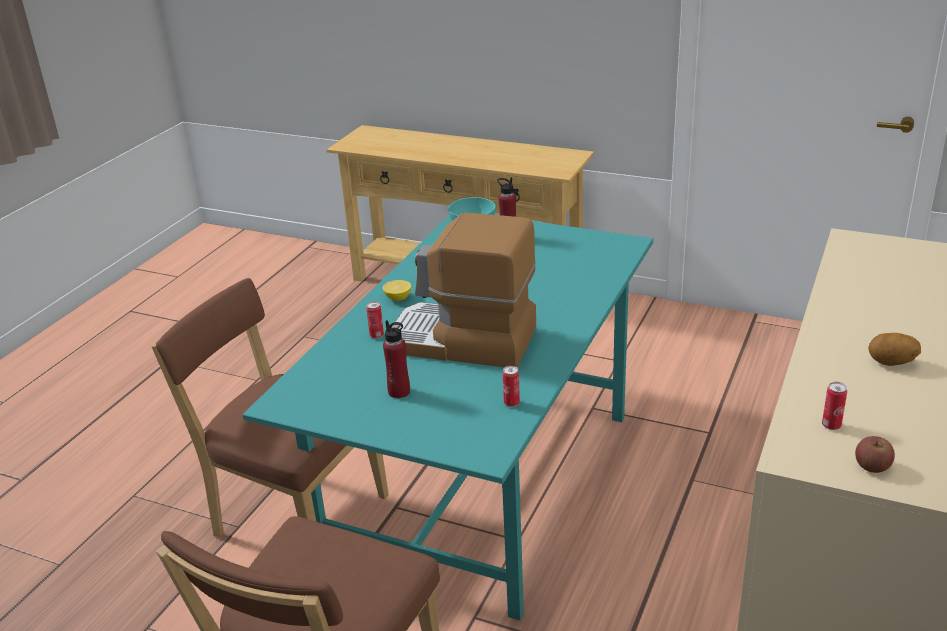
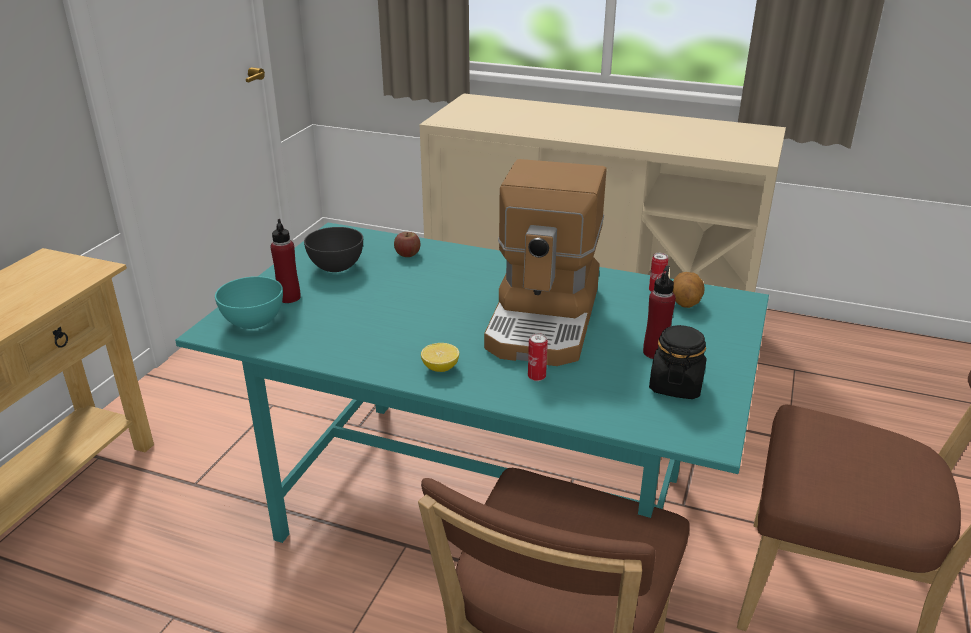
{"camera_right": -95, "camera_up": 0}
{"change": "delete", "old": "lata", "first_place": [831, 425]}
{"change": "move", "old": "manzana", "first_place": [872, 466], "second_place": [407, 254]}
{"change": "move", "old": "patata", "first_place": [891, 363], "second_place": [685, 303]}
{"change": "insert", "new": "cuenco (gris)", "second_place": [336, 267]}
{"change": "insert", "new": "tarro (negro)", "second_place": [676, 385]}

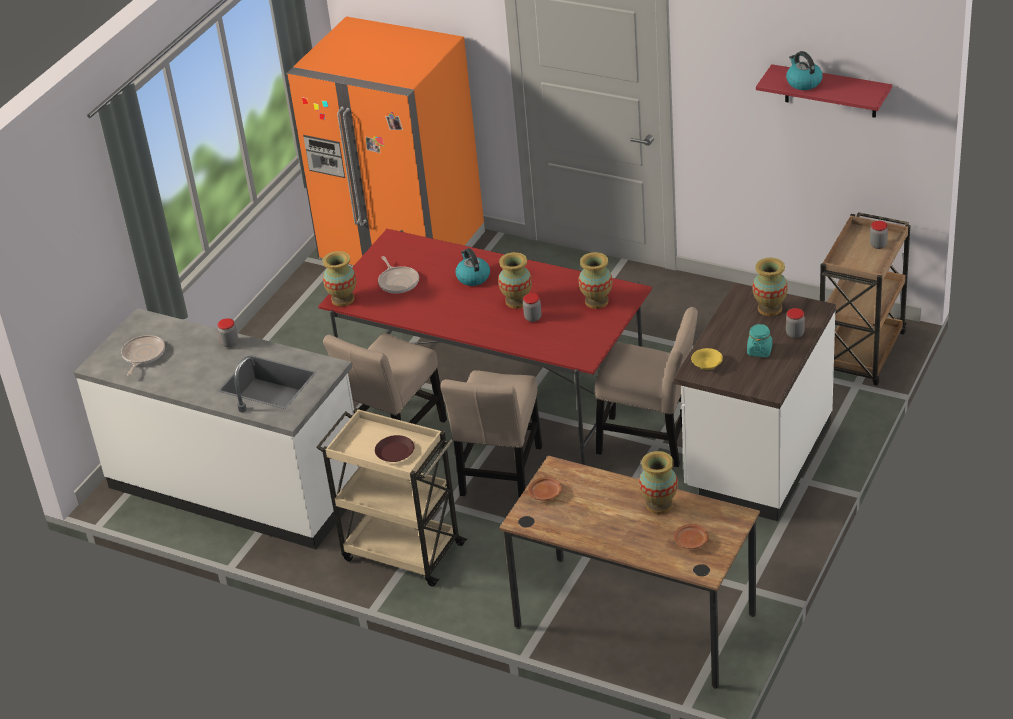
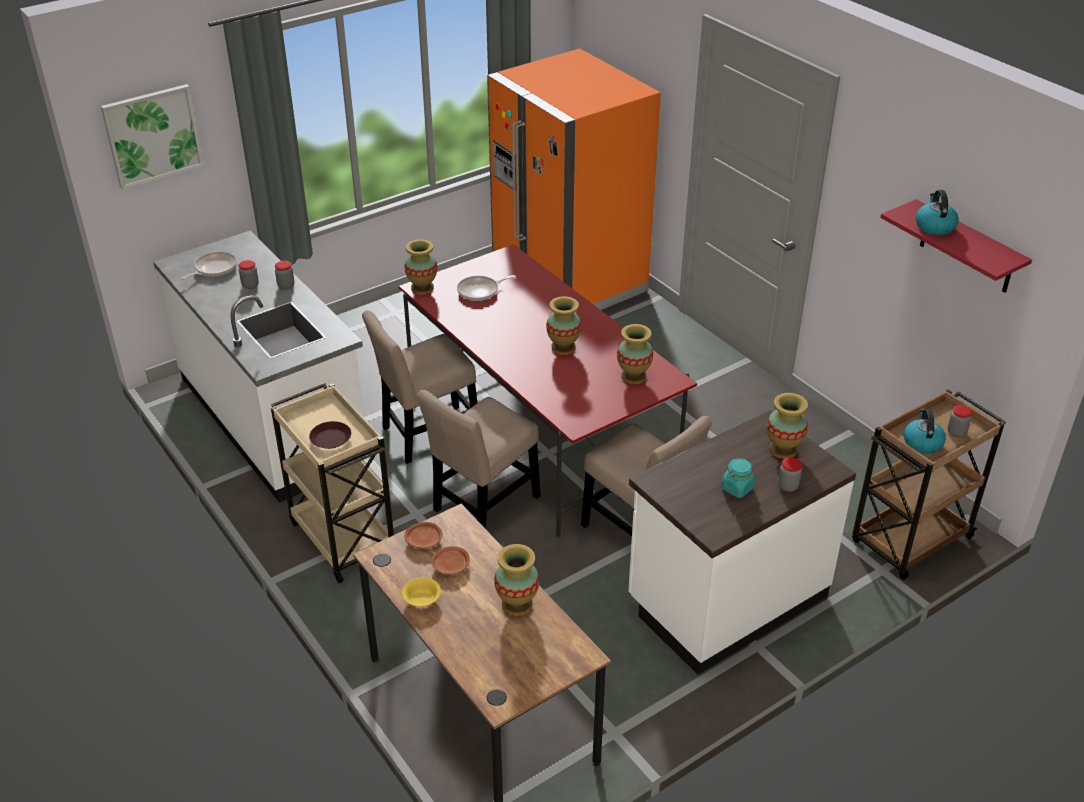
{"camera_right": 25, "camera_up": 0}
{"change": "rotate", "old": "sartén", "first_place": [398, 282], "second_place": [480, 291], "degrees": 60}
{"change": "move", "old": "hervidor", "first_place": [473, 277], "second_place": [922, 442]}
{"change": "move", "old": "tarro", "first_place": [533, 318], "second_place": [250, 285]}
{"change": "move", "old": "plato (marrón)", "first_place": [691, 542], "second_place": [450, 566]}
{"change": "move", "old": "cuenco (amarillo)", "first_place": [707, 364], "second_place": [422, 598]}
{"change": "insert", "new": "cuadro", "second_place": [153, 135]}

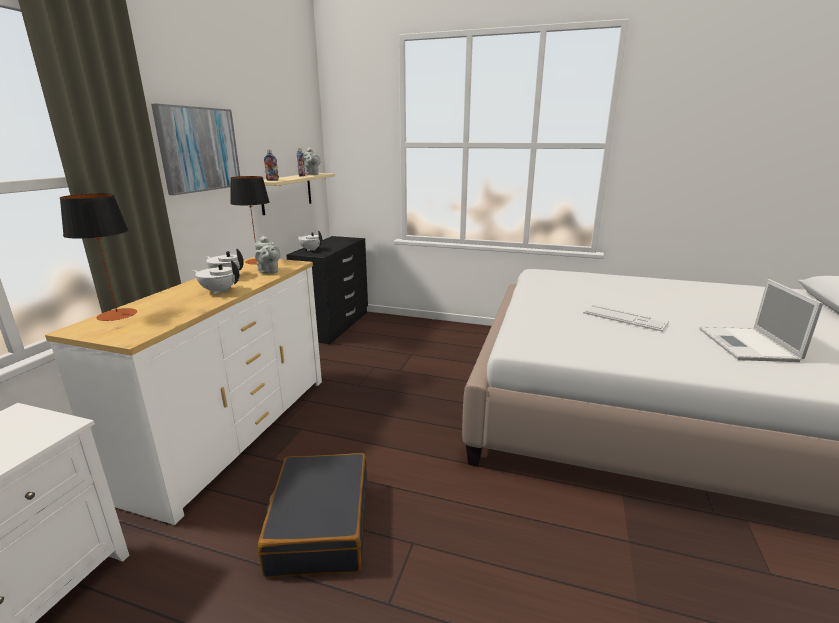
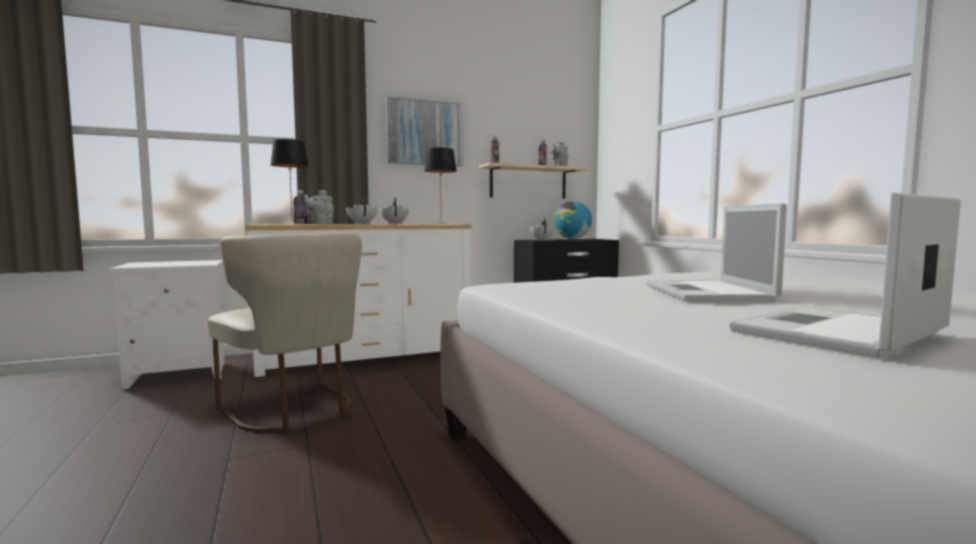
{"camera_right": 50, "camera_up": -15}
{"change": "move", "old": "tetera (gris)", "first_place": [268, 272], "second_place": [320, 224]}
{"change": "replace", "old": "maleta (negro)", "new": "silla (beis)", "first_place": [320, 525], "second_place": [295, 410]}
{"change": "replace", "old": "teclado", "new": "portátil", "first_place": [624, 318], "second_place": [709, 293]}
{"change": "insert", "new": "botella", "second_place": [301, 224]}
{"change": "insert", "new": "globo terráqueo", "second_place": [572, 239]}

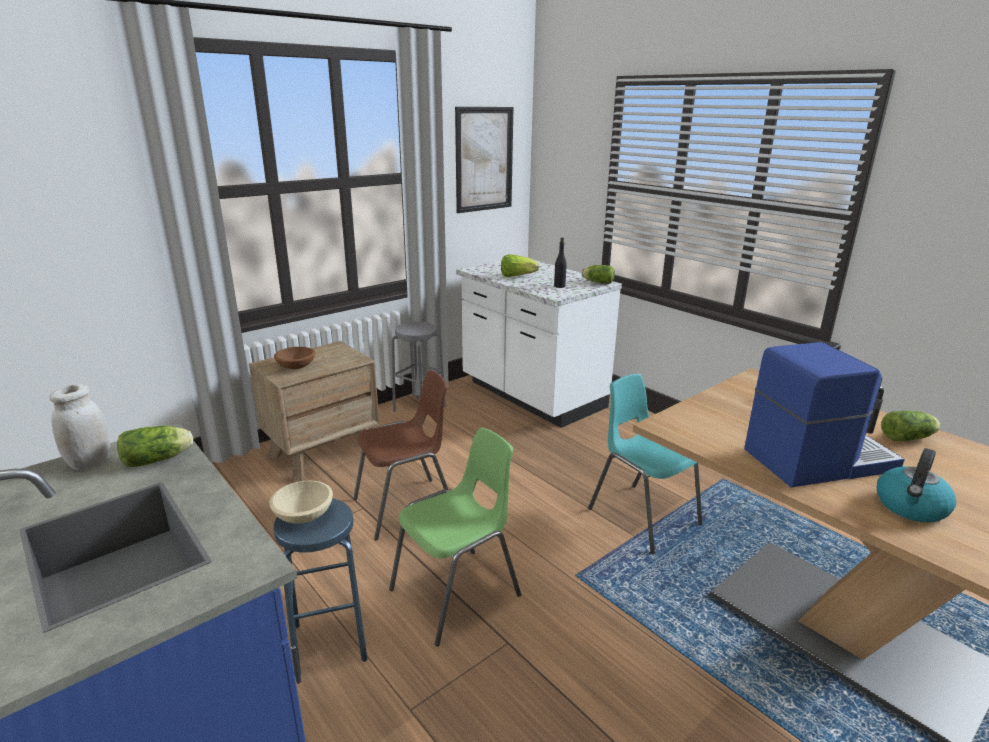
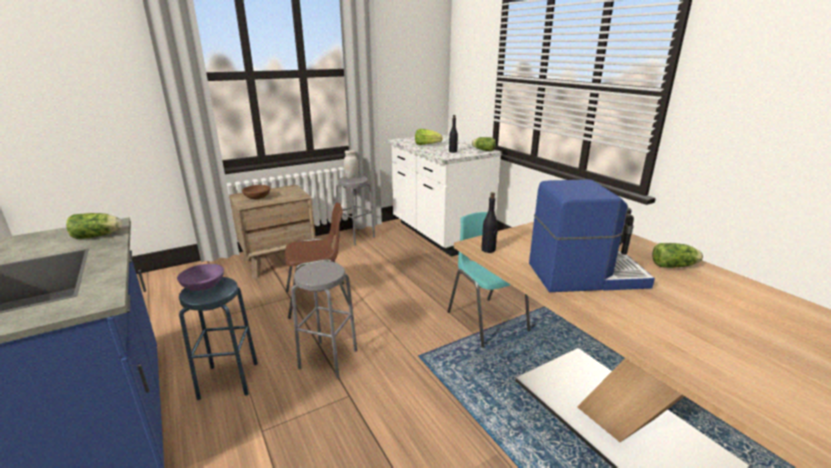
{"camera_right": 10, "camera_up": 0}
{"change": "move", "old": "tarro (blanco)", "first_place": [90, 462], "second_place": [351, 177]}
{"change": "recolor", "old": "cuenco (beis)", "new": "cuenco (morado)", "first_place": [304, 514], "second_place": [204, 286]}
{"change": "replace", "old": "silla (verde)", "new": "taburete (gris)", "first_place": [457, 593], "second_place": [328, 359]}
{"change": "delete", "old": "cuadro", "first_place": [484, 159]}
{"change": "delete", "old": "hervidor", "first_place": [911, 507]}
{"change": "insert", "new": "botella (negro)", "second_place": [488, 250]}

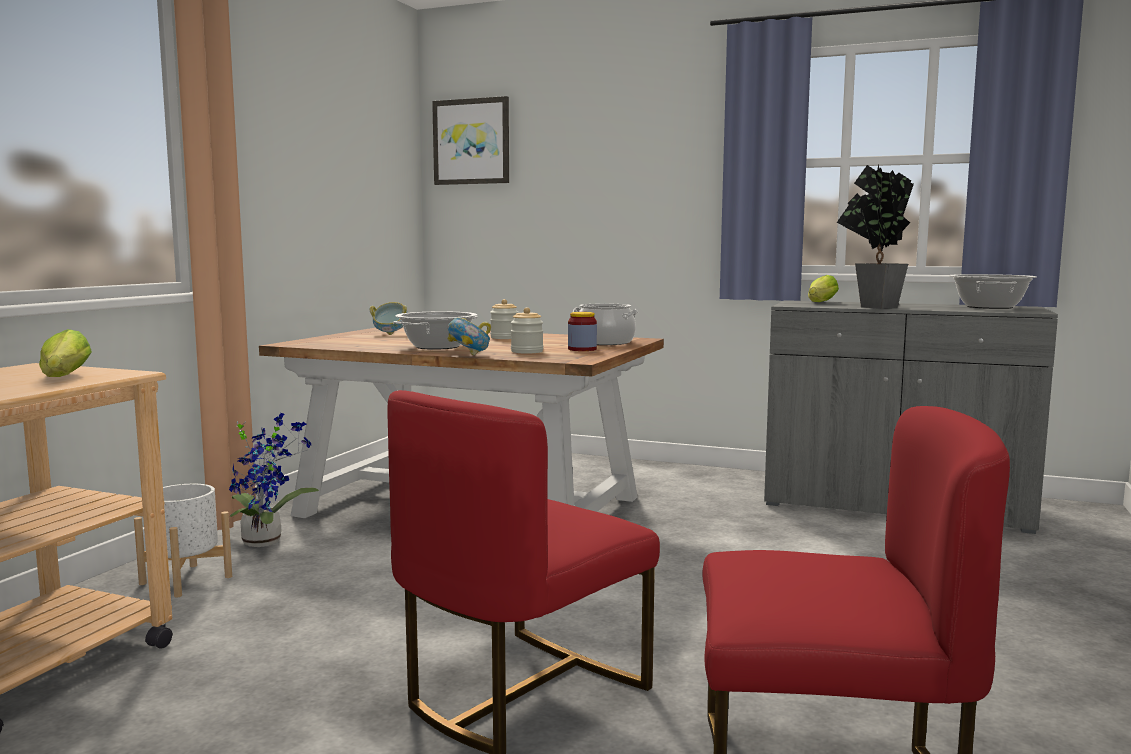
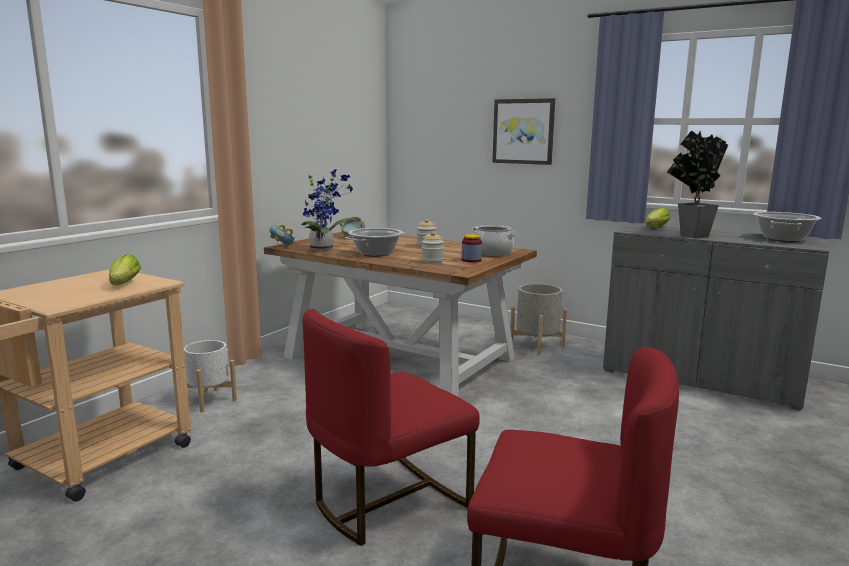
{"camera_right": 10, "camera_up": 5}
{"change": "move", "old": "planta en maceta", "first_place": [266, 540], "second_place": [324, 249]}
{"change": "move", "old": "cuadro", "first_place": [471, 142], "second_place": [523, 131]}
{"change": "move", "old": "cuenco", "first_place": [469, 355], "second_place": [283, 247]}
{"change": "insert", "new": "maceta (gris)", "second_place": [537, 345]}

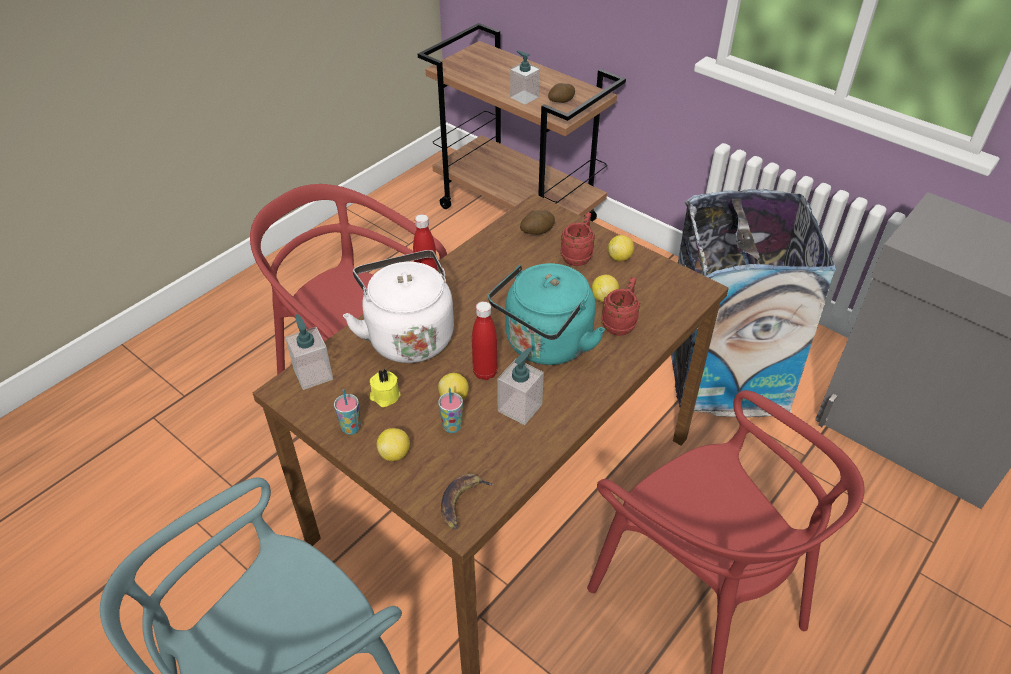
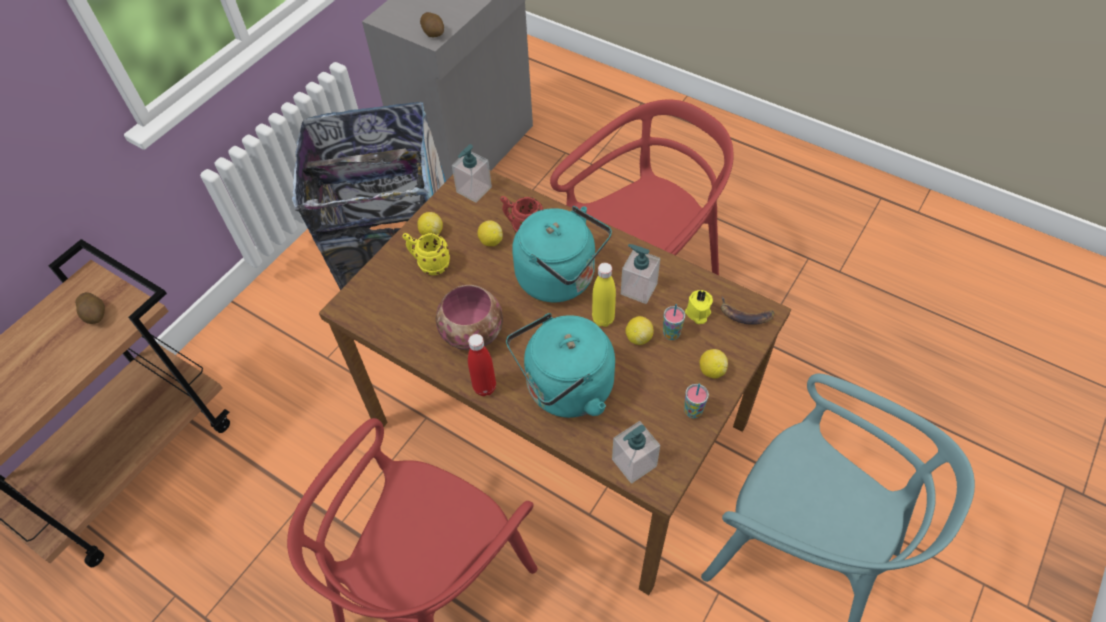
{"camera_right": -95, "camera_up": 10}
{"change": "recolor", "old": "hervidor (blanco)", "new": "hervidor (turquesa)", "first_place": [408, 335], "second_place": [564, 390]}
{"change": "move", "old": "vela (amarillo)", "first_place": [384, 396], "second_place": [697, 313]}
{"change": "recolor", "old": "botella (rojo)", "new": "botella (amarillo)", "first_place": [485, 373], "second_place": [603, 319]}
{"change": "move", "old": "dispensador de jabón", "first_place": [524, 97], "second_place": [474, 190]}
{"change": "move", "old": "patata", "first_place": [537, 231], "second_place": [434, 33]}
{"change": "recolor", "old": "taza grande (rojo)", "new": "taza grande (amarillo)", "first_place": [578, 255], "second_place": [429, 264]}
{"change": "insert", "new": "cuenco", "second_place": [474, 333]}

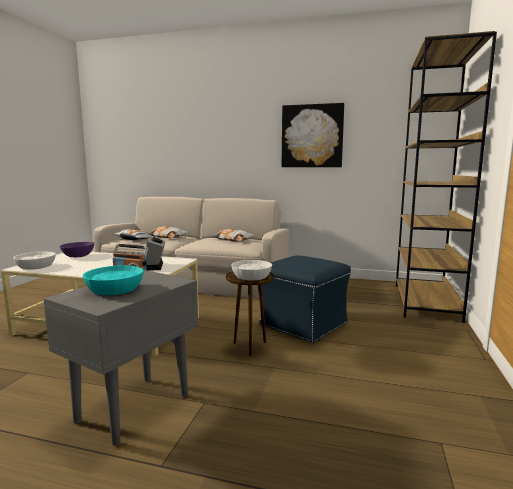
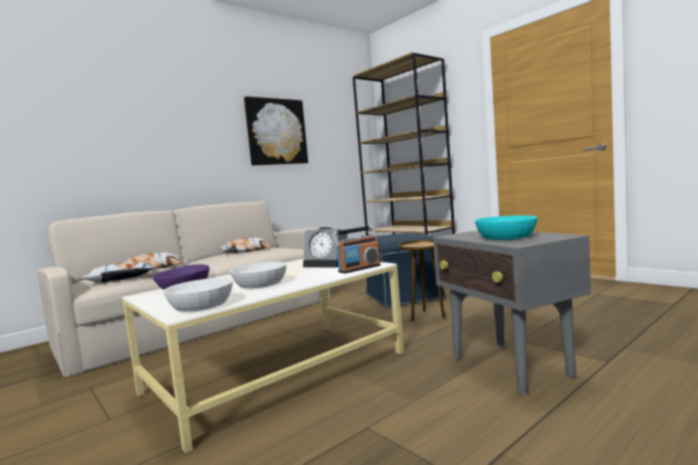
{"camera_right": -55, "camera_up": -5}
{"change": "move", "old": "cuenco (blanco)", "first_place": [252, 277], "second_place": [260, 284]}

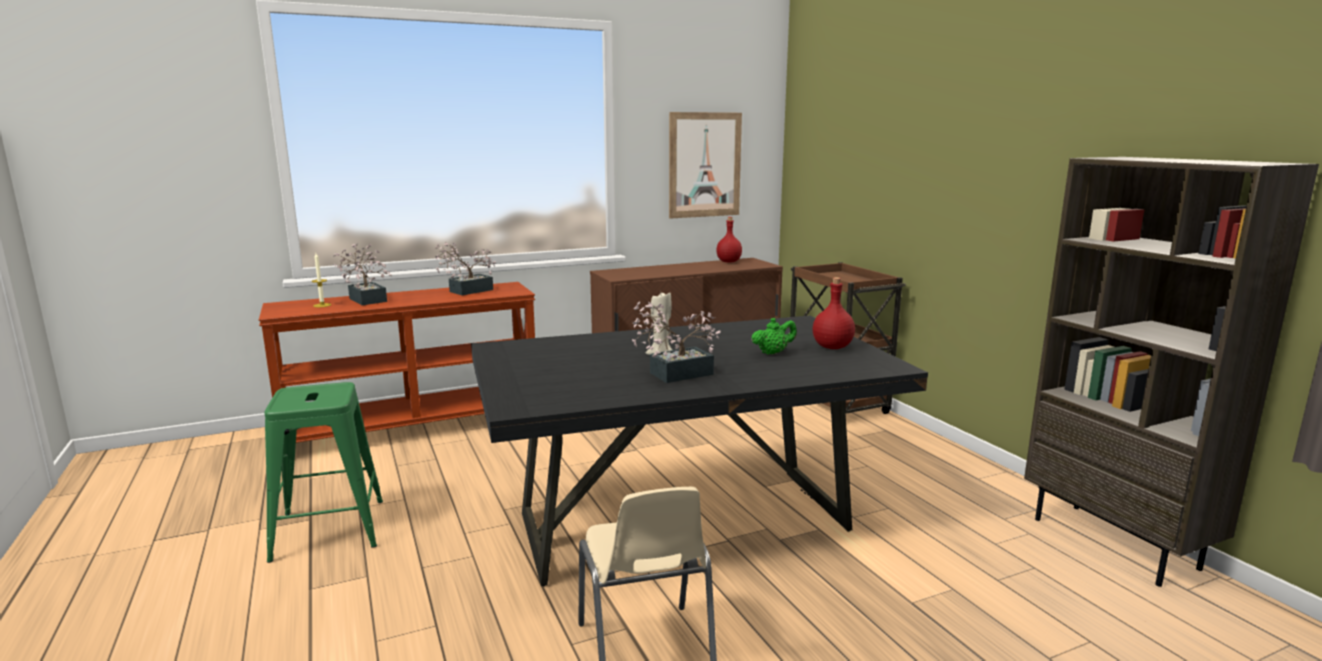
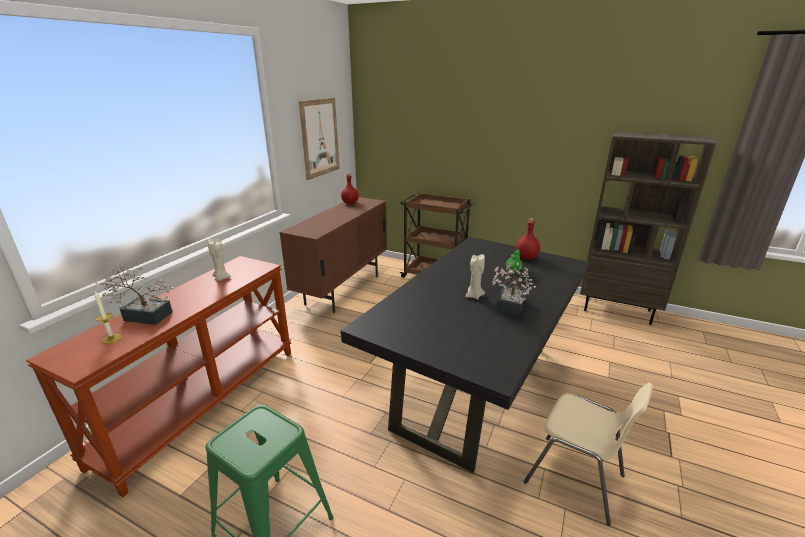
{"camera_right": -40, "camera_up": 10}
{"change": "replace", "old": "planta en maceta", "new": "vela (beis)", "first_place": [466, 291], "second_place": [221, 278]}

